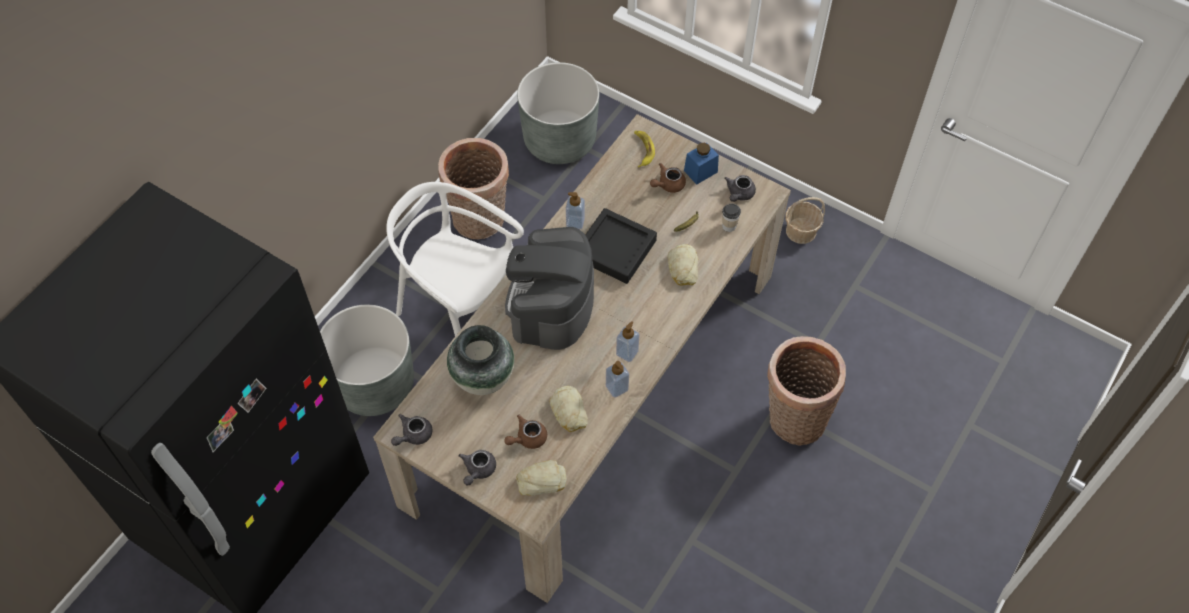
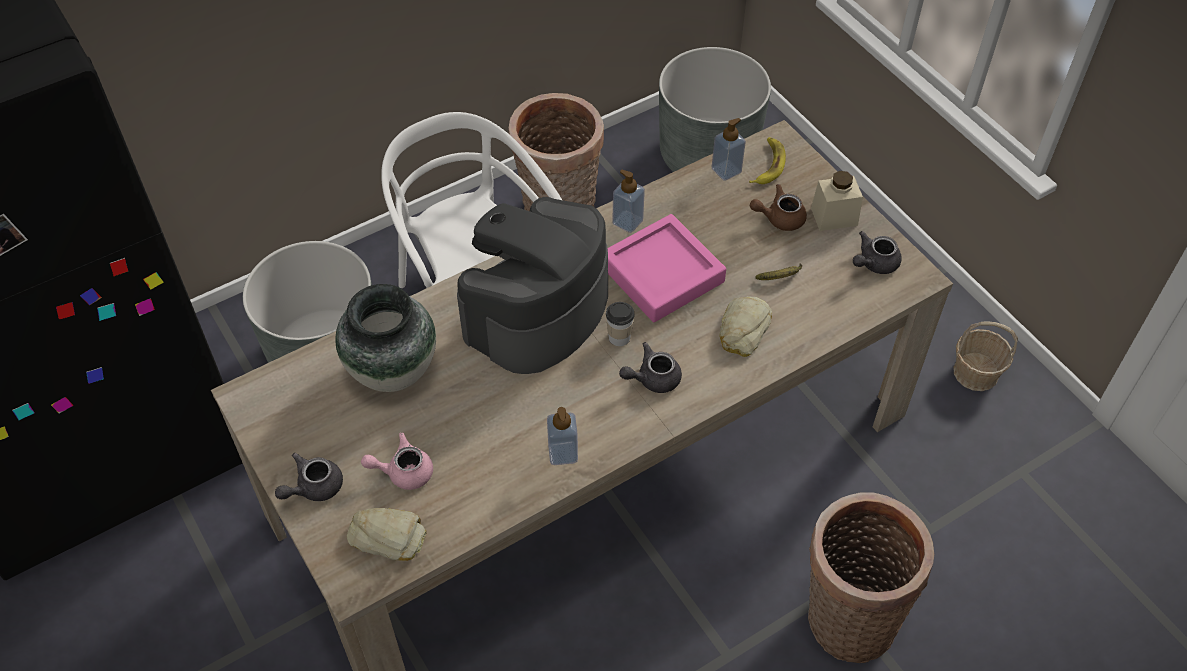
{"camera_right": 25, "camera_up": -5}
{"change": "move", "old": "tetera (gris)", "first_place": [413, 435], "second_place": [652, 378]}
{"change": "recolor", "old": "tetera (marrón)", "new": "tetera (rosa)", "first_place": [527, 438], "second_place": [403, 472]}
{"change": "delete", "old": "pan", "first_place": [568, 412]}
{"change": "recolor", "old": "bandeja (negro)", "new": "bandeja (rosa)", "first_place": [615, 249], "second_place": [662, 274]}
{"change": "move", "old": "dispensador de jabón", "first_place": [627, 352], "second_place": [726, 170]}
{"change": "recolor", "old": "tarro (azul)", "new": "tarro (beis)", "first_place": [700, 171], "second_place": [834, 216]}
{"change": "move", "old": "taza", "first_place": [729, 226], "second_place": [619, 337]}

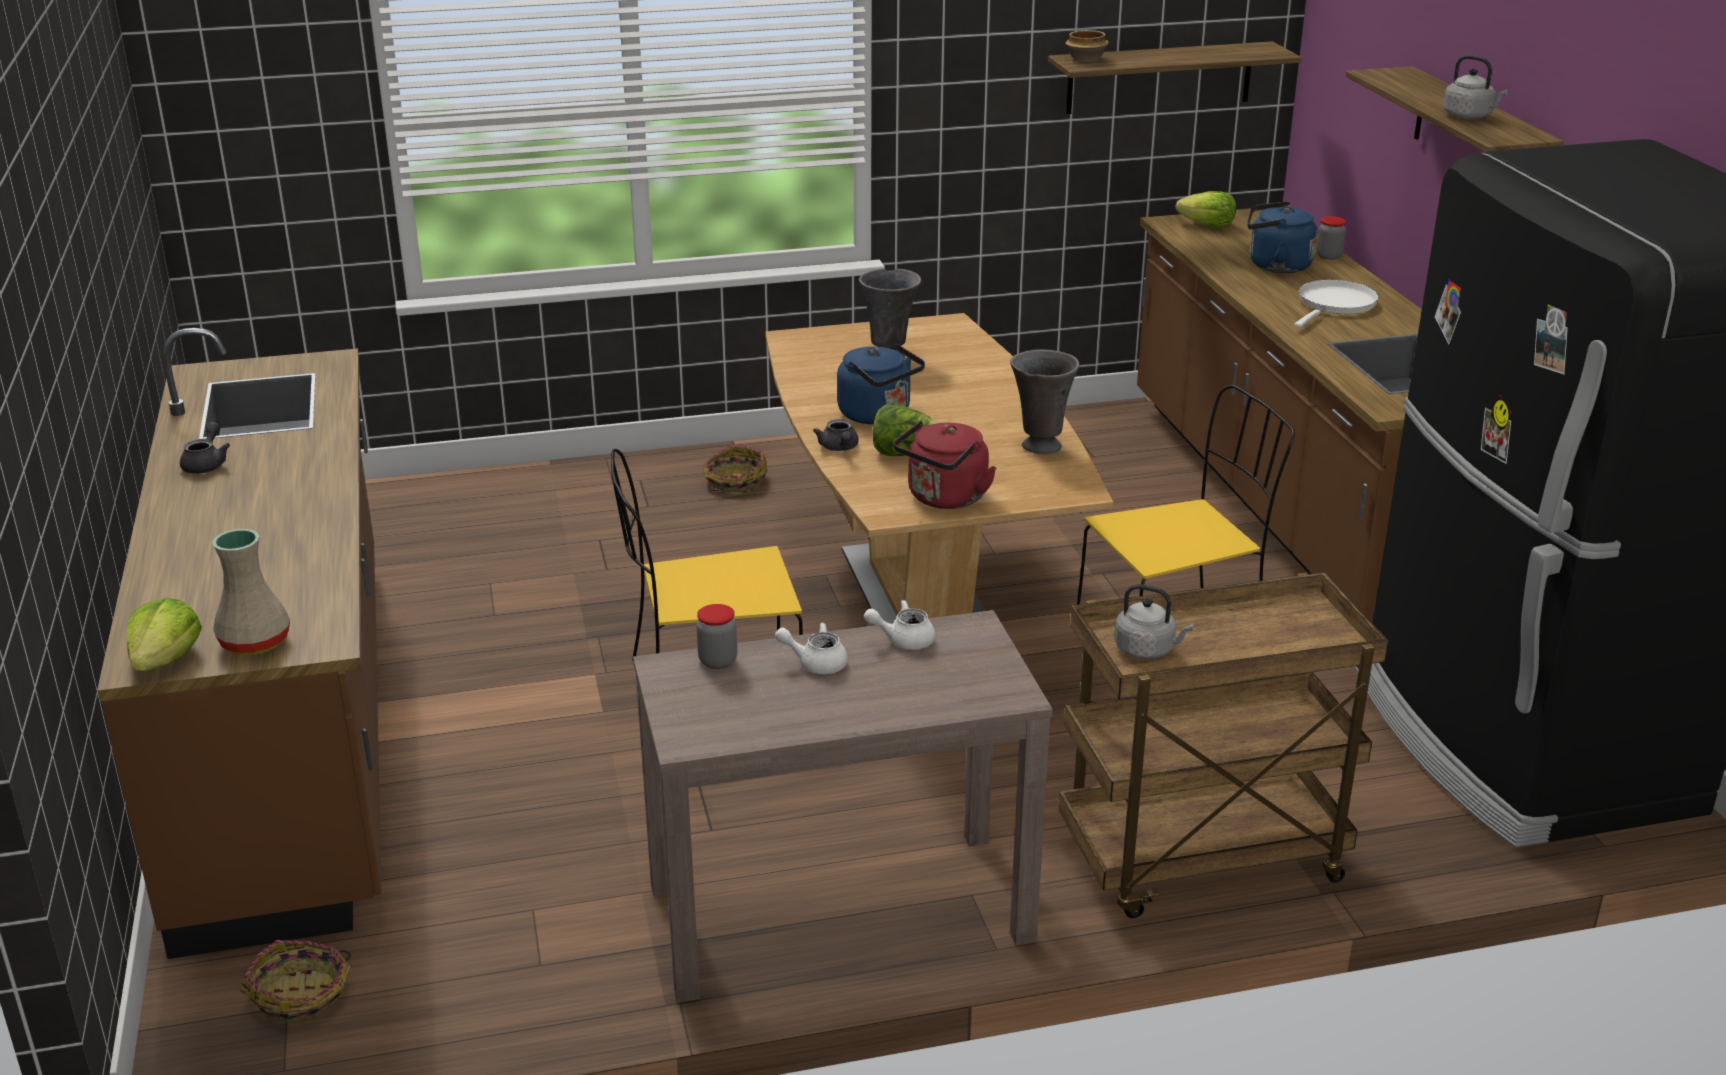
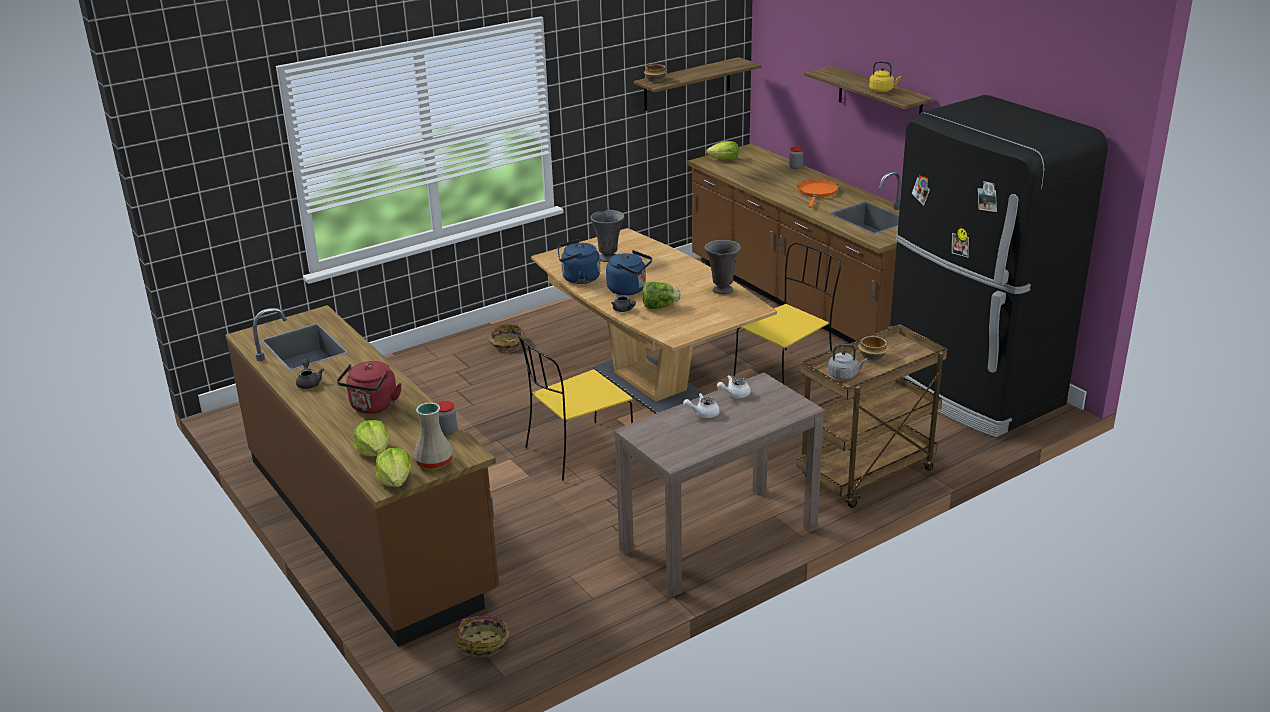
{"camera_right": -20, "camera_up": 0}
{"change": "move", "old": "tarro", "first_place": [718, 661], "second_place": [447, 431]}
{"change": "move", "old": "hervidor (rojo)", "first_place": [944, 499], "second_place": [373, 407]}
{"change": "move", "old": "hervidor (azul)", "first_place": [1275, 266], "second_place": [578, 279]}
{"change": "recolor", "old": "sartén (blanco)", "new": "sartén (naranja)", "first_place": [1334, 304], "second_place": [817, 192]}
{"change": "recolor", "old": "hervidor (gris)", "new": "hervidor (amarillo)", "first_place": [1469, 116], "second_place": [882, 90]}
{"change": "insert", "new": "lechuga", "second_place": [374, 451]}
{"change": "insert", "new": "cuenco", "second_place": [872, 357]}

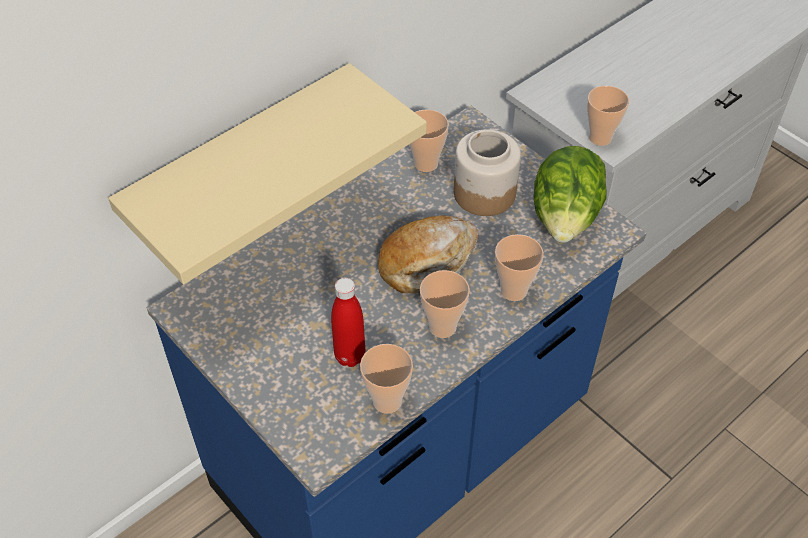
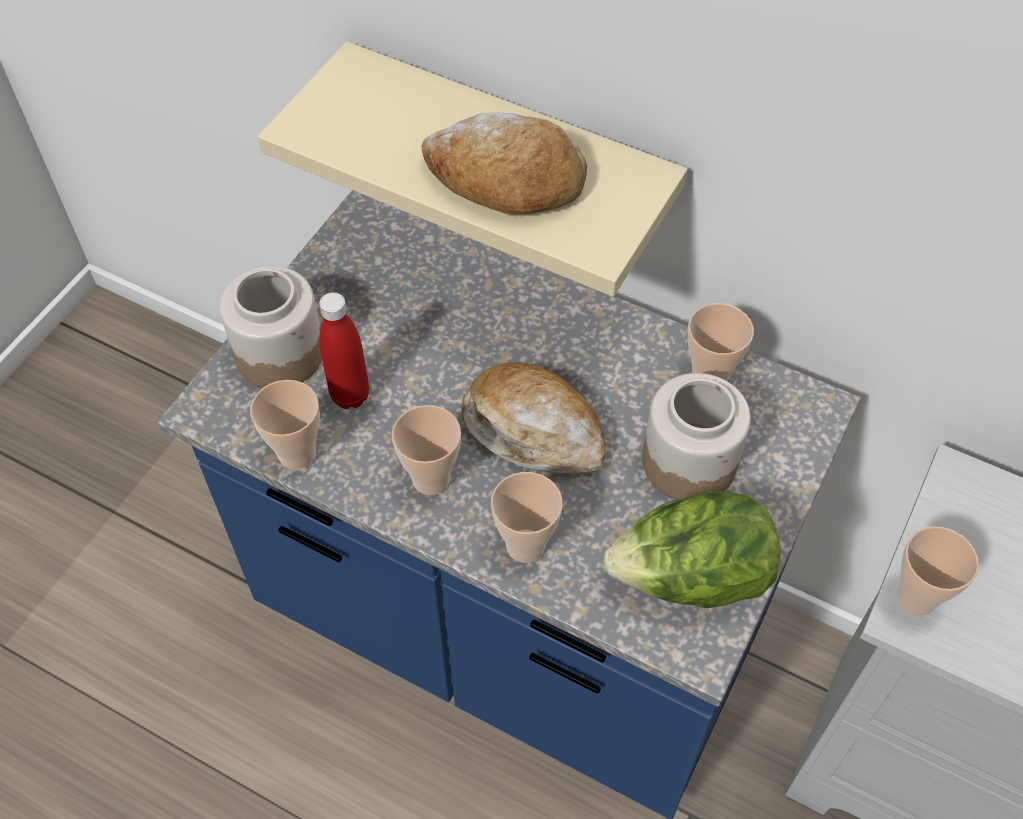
{"camera_right": 70, "camera_up": 5}
{"change": "insert", "new": "tarro", "second_place": [280, 352]}
{"change": "insert", "new": "pan", "second_place": [505, 180]}

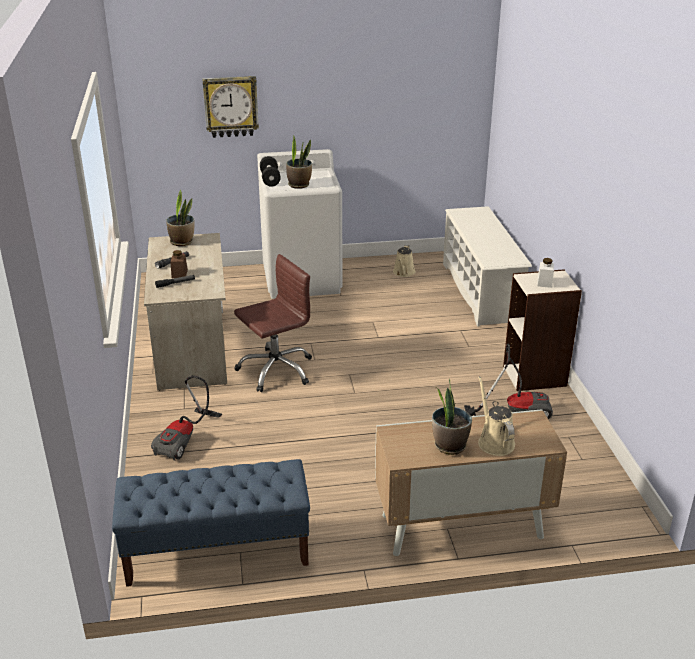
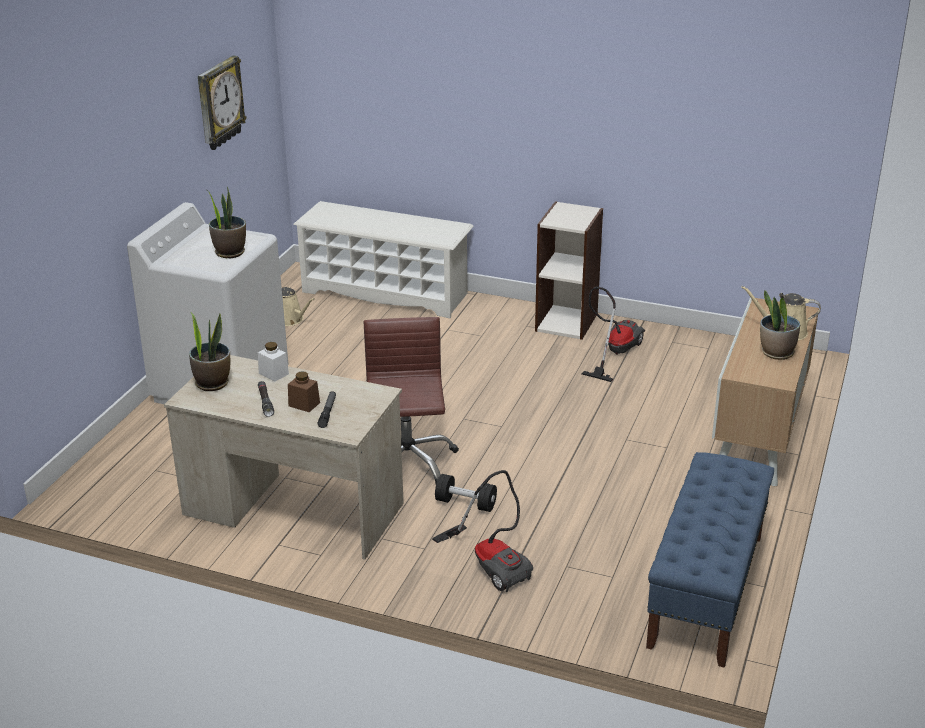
{"camera_right": -60, "camera_up": 0}
{"change": "move", "old": "reloj de pared", "first_place": [231, 106], "second_place": [219, 103]}
{"change": "move", "old": "mancuerna (negro)", "first_place": [270, 179], "second_place": [465, 503]}
{"change": "move", "old": "tarro (blanco)", "first_place": [544, 282], "second_place": [273, 373]}

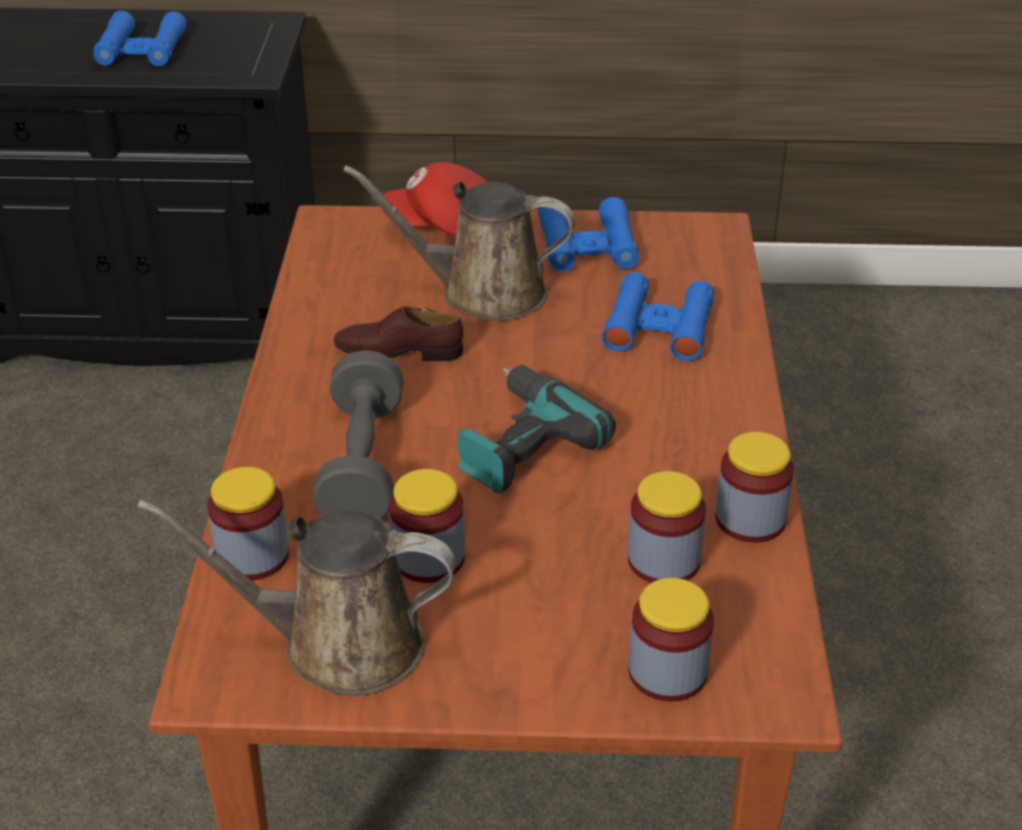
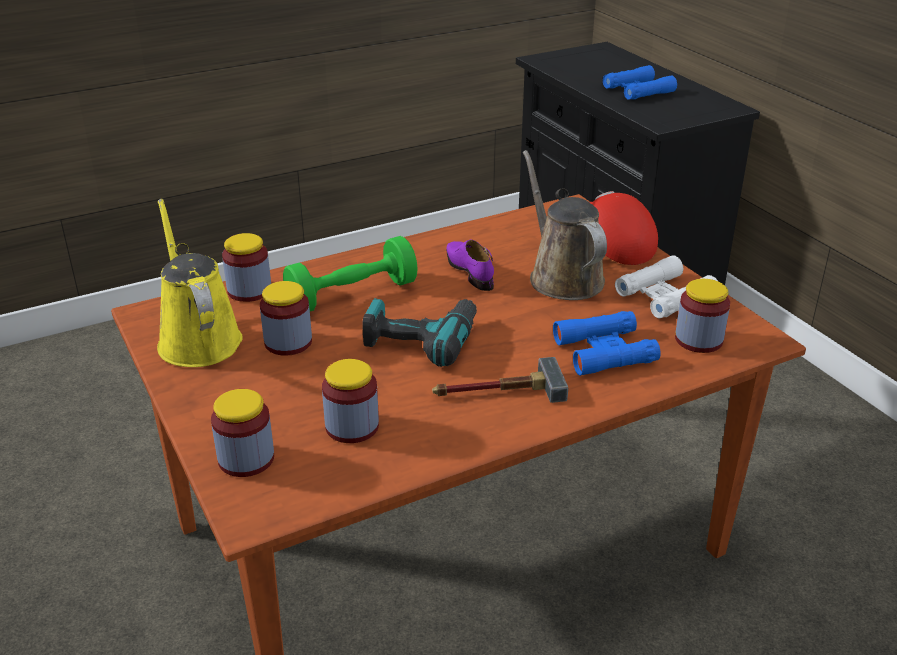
{"camera_right": 60, "camera_up": -5}
{"change": "recolor", "old": "regadera (marrón)", "new": "regadera (amarillo)", "first_place": [338, 644], "second_place": [197, 338]}
{"change": "recolor", "old": "mancuerna (gris)", "new": "mancuerna (verde)", "first_place": [362, 465], "second_place": [352, 295]}
{"change": "recolor", "old": "zapato (marrón)", "new": "zapato (morado)", "first_place": [399, 351], "second_place": [470, 270]}
{"change": "recolor", "old": "prismáticos (azul)", "new": "prismáticos (blanco)", "first_place": [587, 246], "second_place": [665, 296]}
{"change": "move", "old": "tarro", "first_place": [750, 519], "second_place": [698, 340]}
{"change": "insert", "new": "martillo", "second_place": [497, 391]}

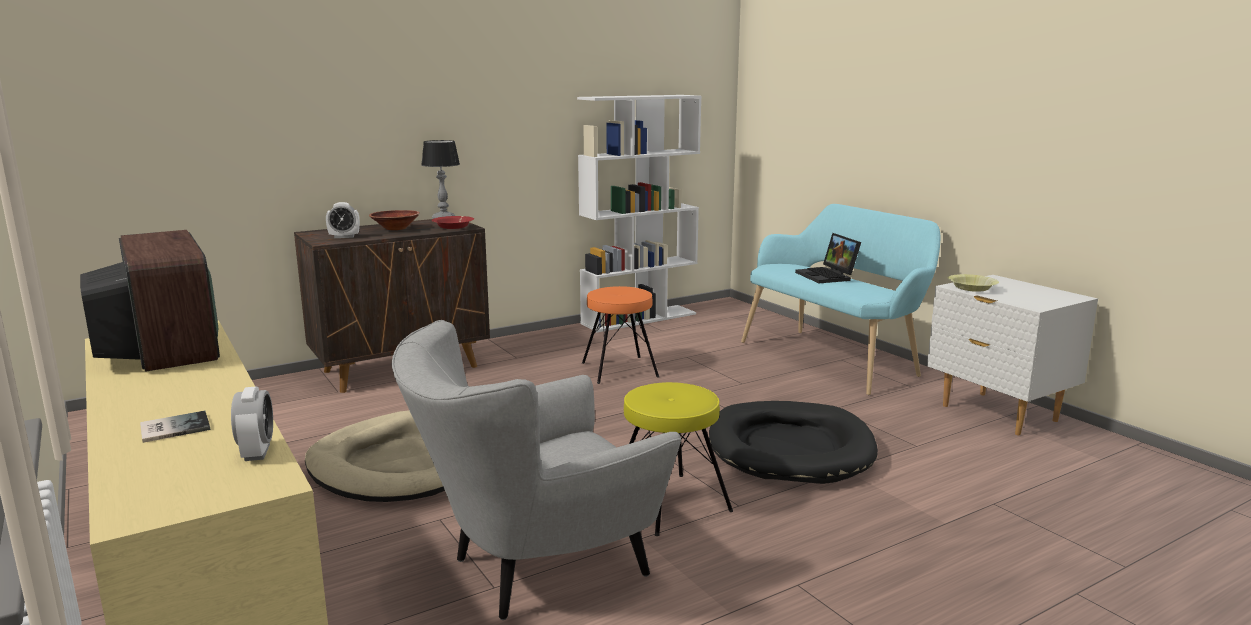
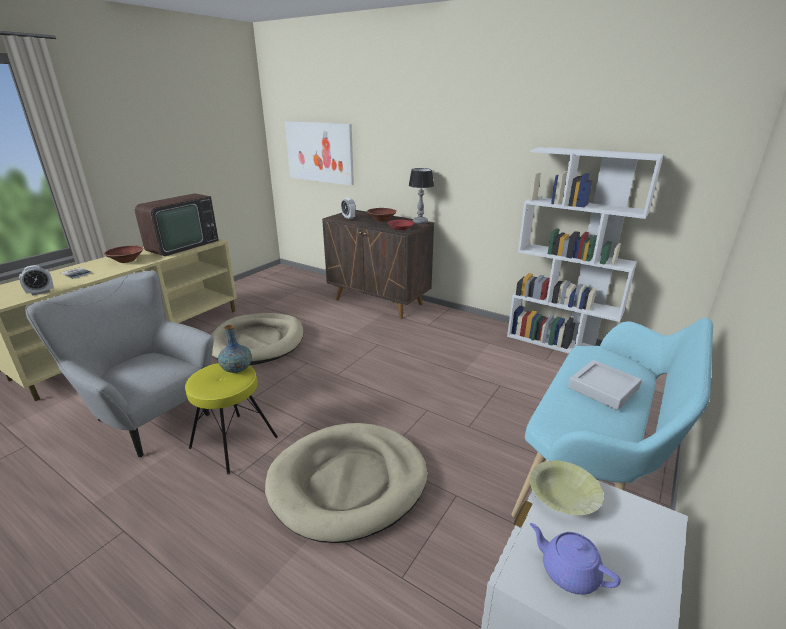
{"camera_right": 65, "camera_up": 10}
{"change": "delete", "old": "taburete (naranja)", "first_place": [620, 369]}
{"change": "recolor", "old": "cama para perro (negro)", "new": "cama para perro (beis)", "first_place": [789, 448], "second_place": [348, 482]}
{"change": "replace", "old": "portátil", "new": "bandeja (gris)", "first_place": [828, 276], "second_place": [603, 388]}
{"change": "insert", "new": "cuenco (marrón)", "second_place": [126, 260]}
{"change": "insert", "new": "florero", "second_place": [237, 369]}
{"change": "insert", "new": "cuadro", "second_place": [319, 152]}
{"change": "insert", "new": "tetera (morado)", "second_place": [568, 571]}

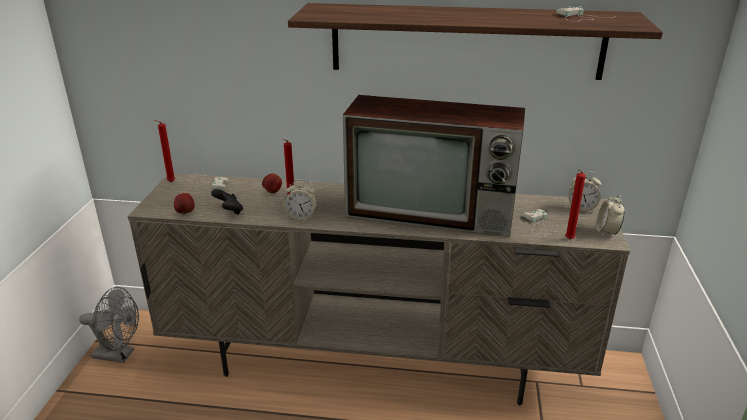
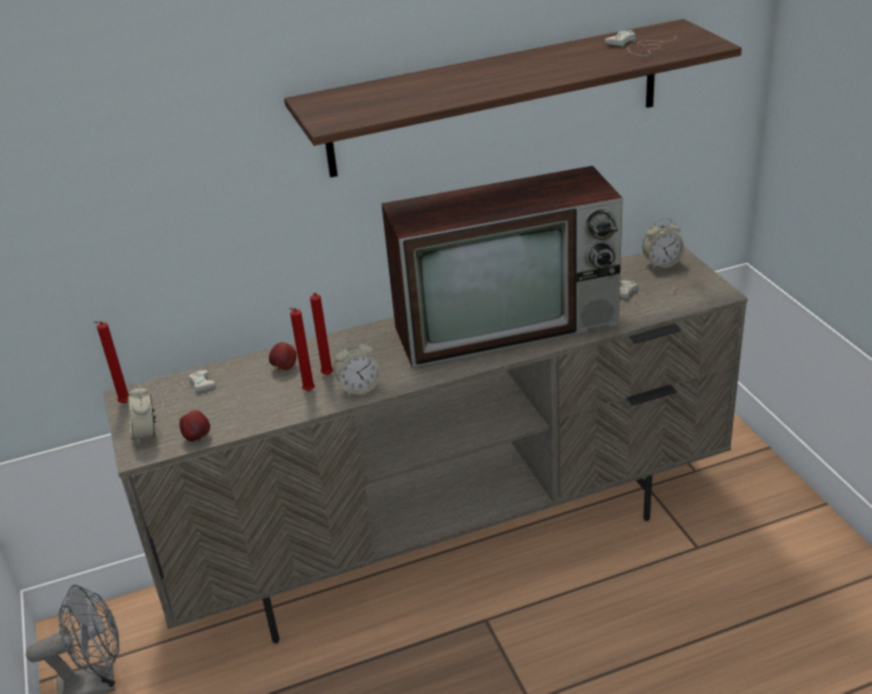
{"camera_right": -25, "camera_up": 5}
{"change": "delete", "old": "mando de consola (negro)", "first_place": [229, 211]}
{"change": "move", "old": "vela (rojo)", "first_place": [568, 240], "second_place": [308, 392]}
{"change": "move", "old": "despertador", "first_place": [607, 232], "second_place": [146, 434]}

